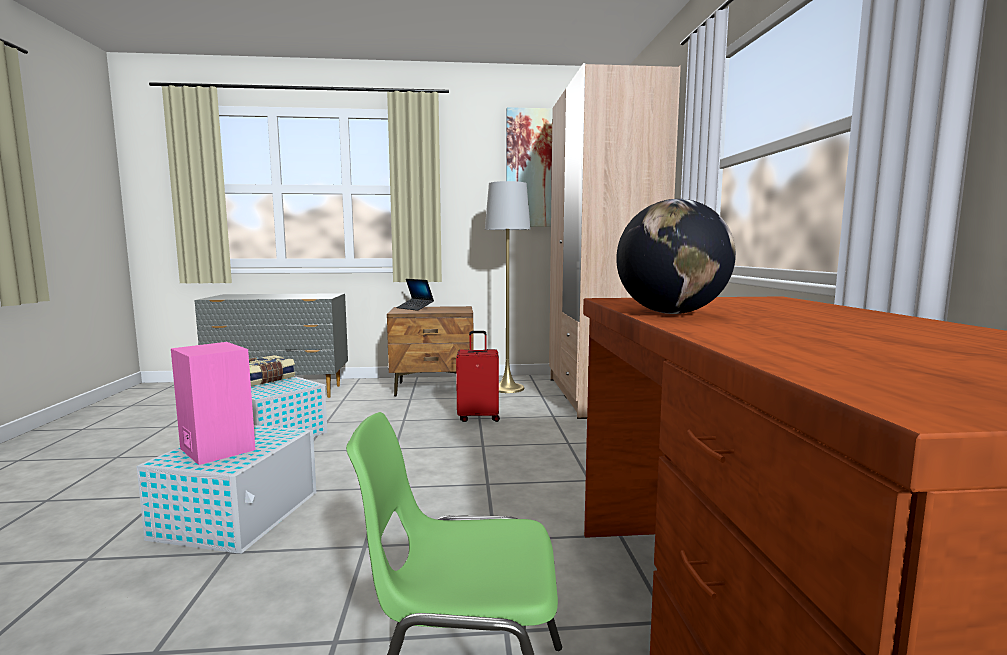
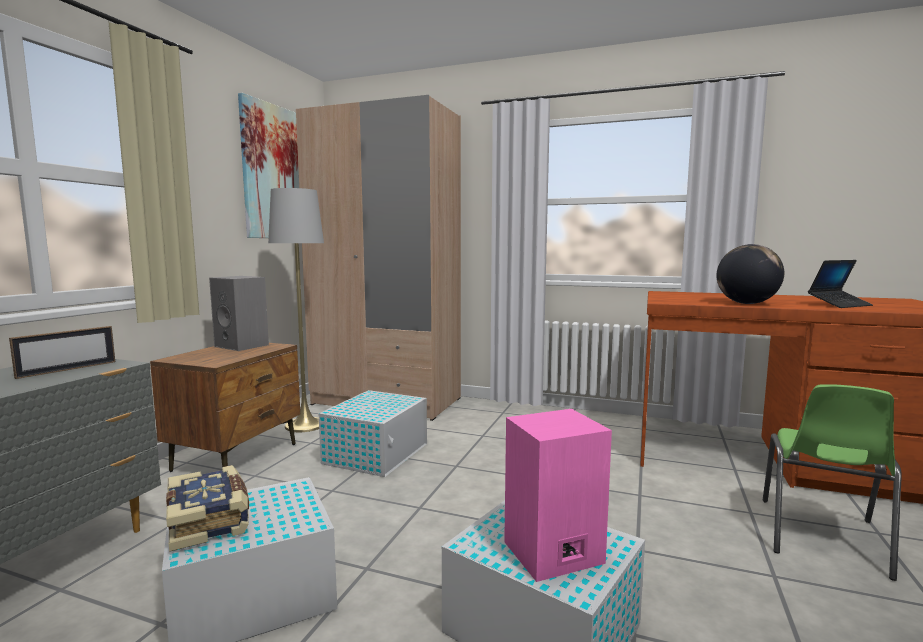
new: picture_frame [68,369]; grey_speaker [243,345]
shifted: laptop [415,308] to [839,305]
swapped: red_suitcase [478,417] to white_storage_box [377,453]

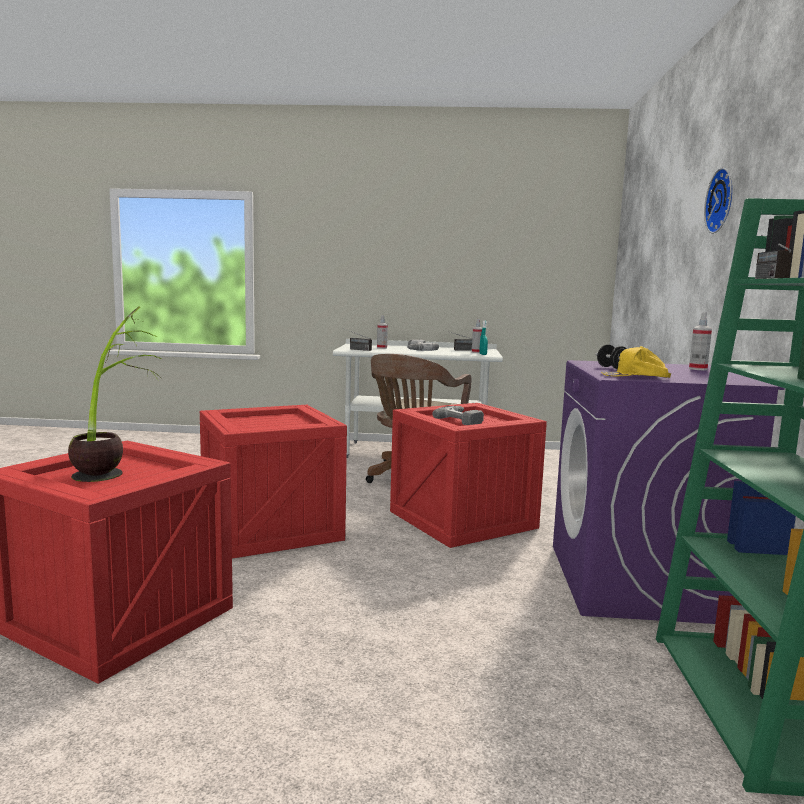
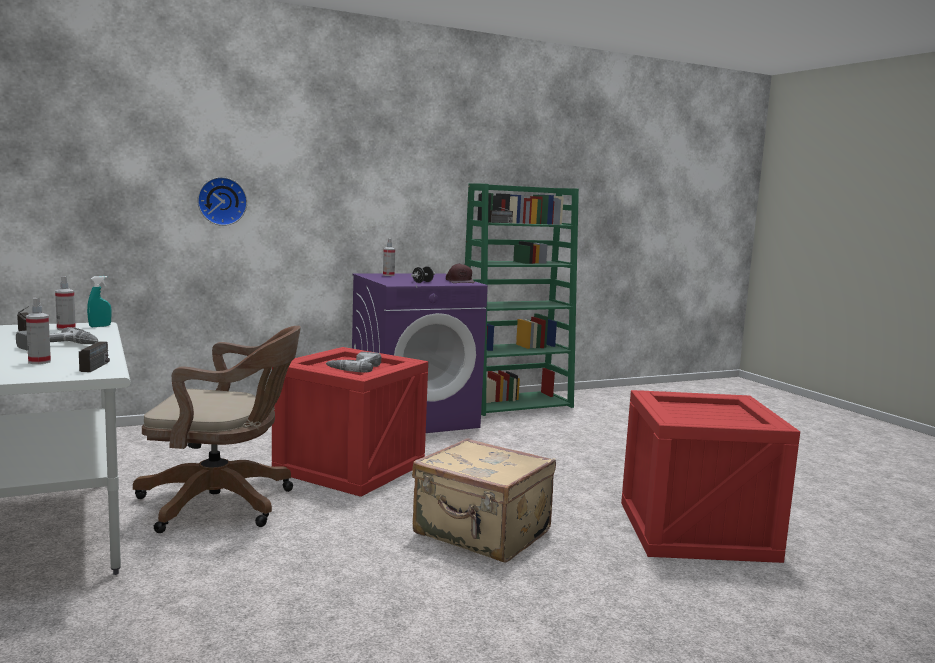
gone: potted_plant [115,467]
shifted: wall_clock [723,201] to [222,201]
swapped: crate [269,529] to beige_suitcase [481,534]
repainted: yellow_cap [634,376] to brown_cap [459,281]

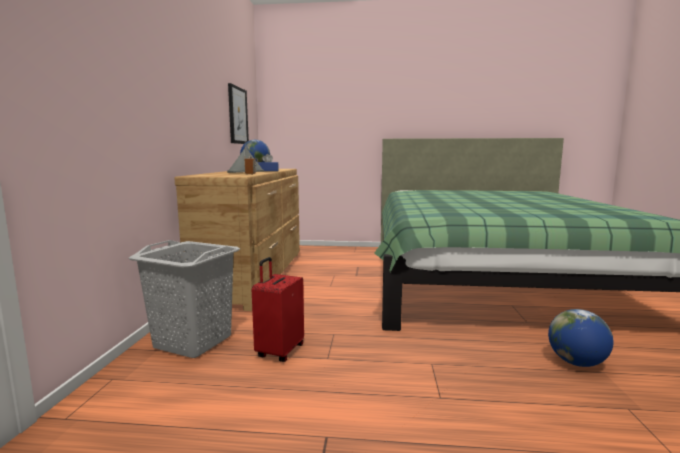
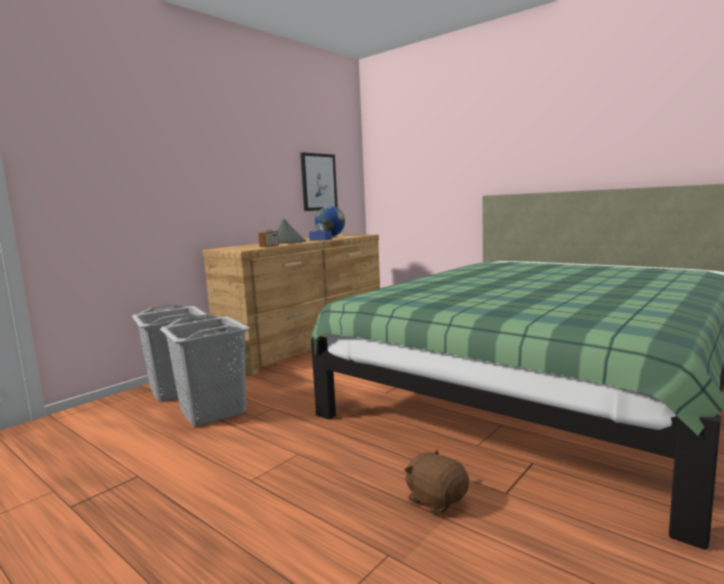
swapped: red_suitcase [279,351] to grey_laundry_basket [213,411]; globe [576,363] to brown_plush_toy [436,499]

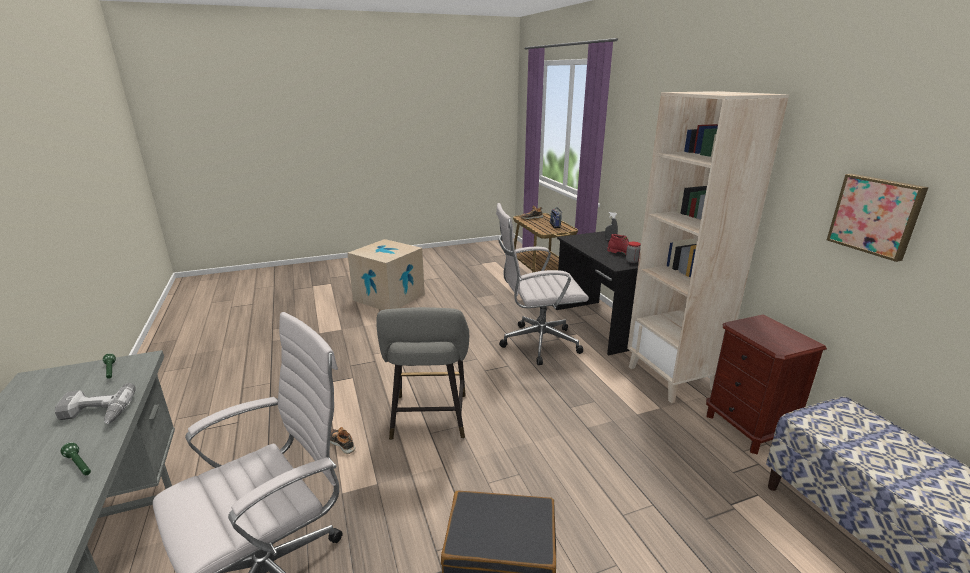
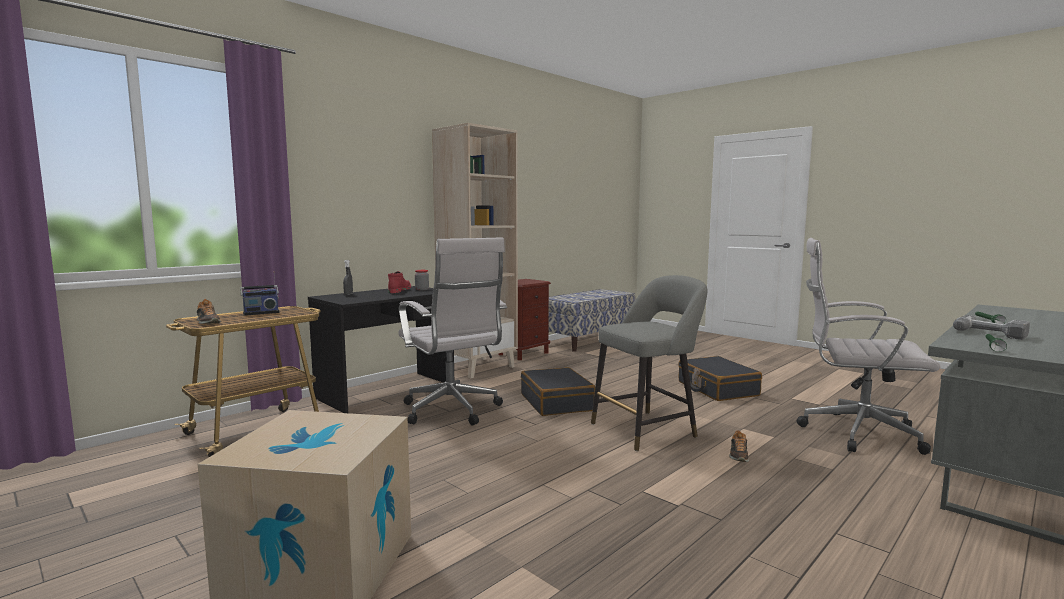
gone: picture [876,215]
new: black_suitcase [557,402]

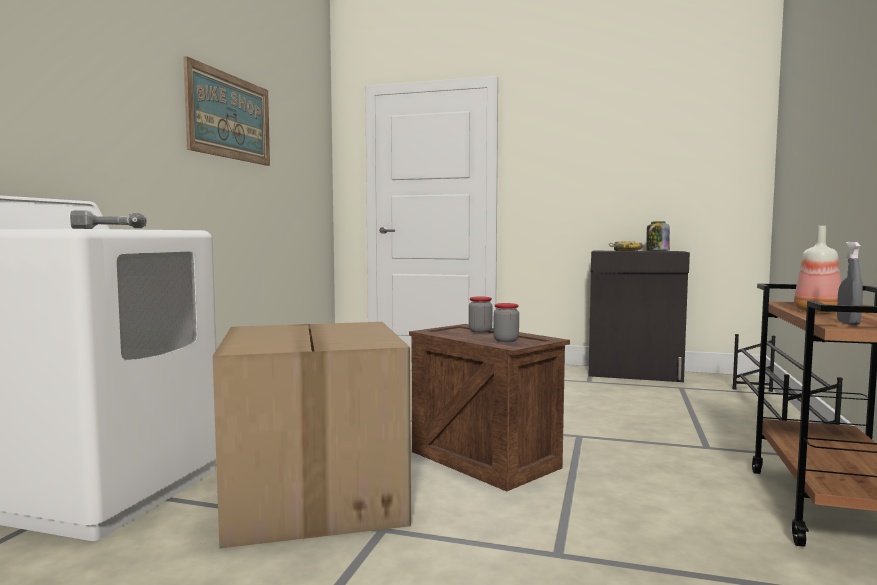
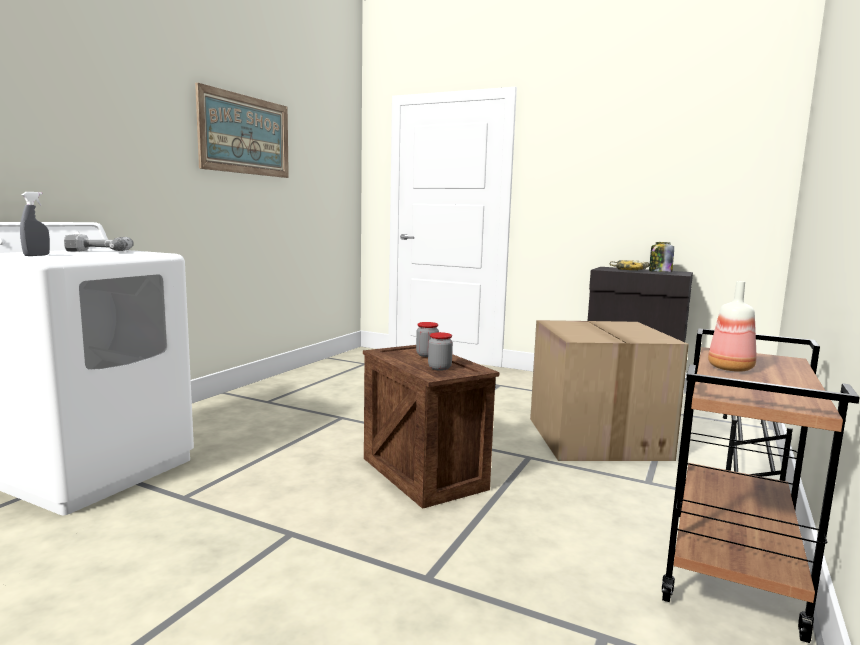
shifted: grey_spray_bottle [848,323] to [37,255]; cardboard_box [311,496] to [594,437]

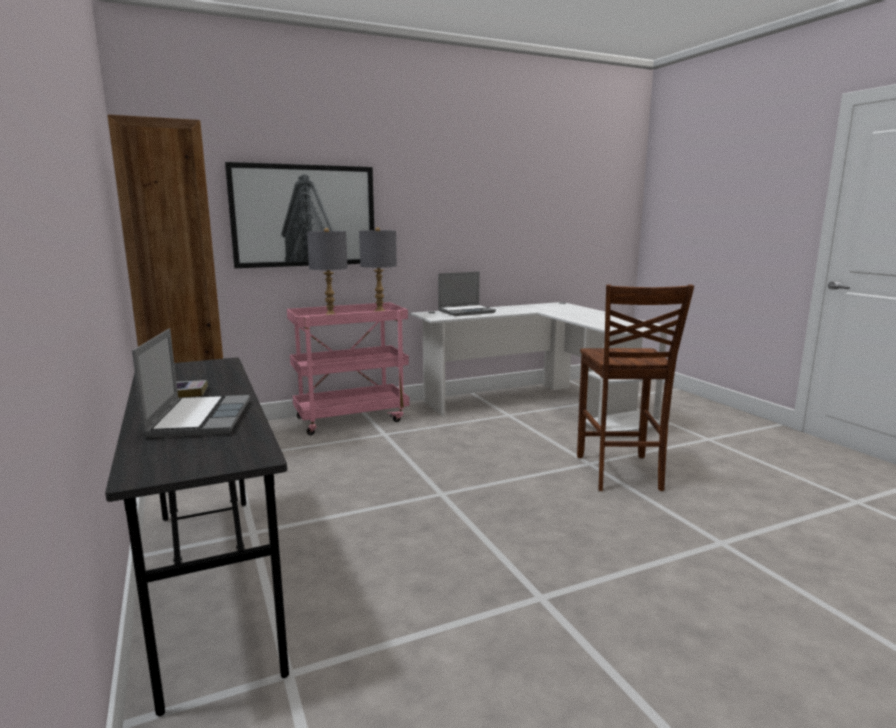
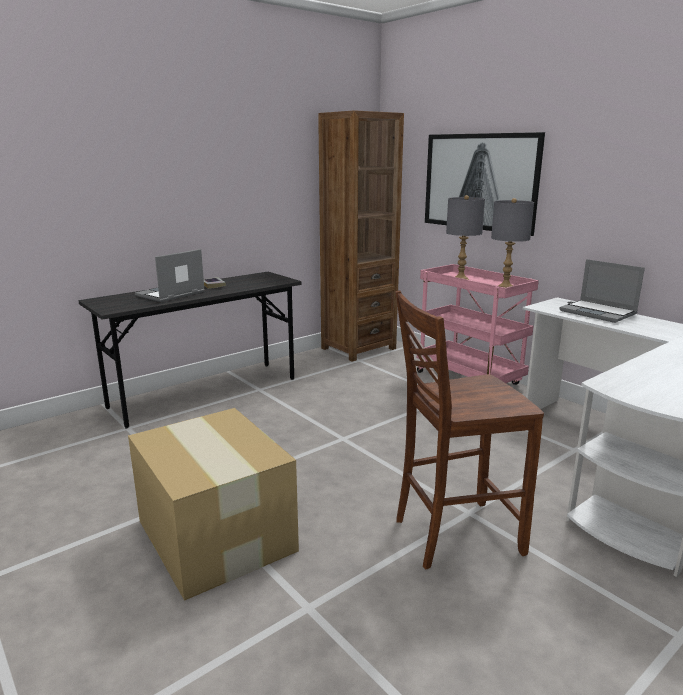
new: cardboard_box [216,534]
rotated: laptop [199,418] = [170,294] 150 degrees clockwise

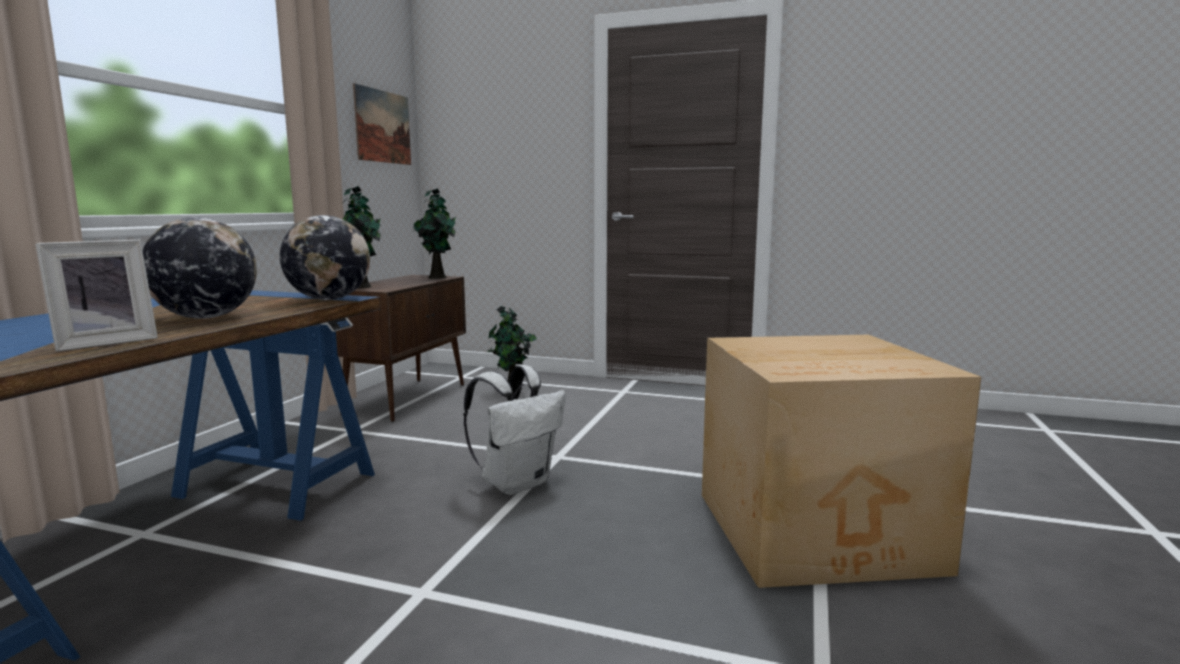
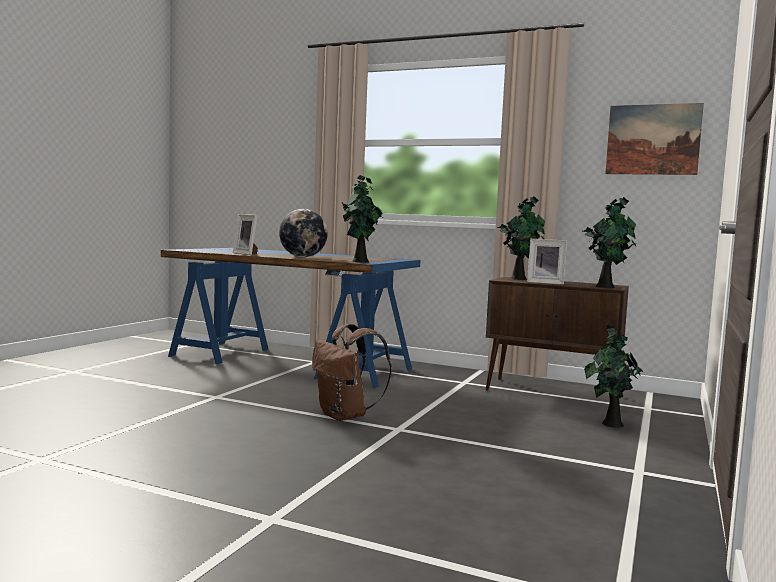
gone: cardboard_box [818,532]
new: picture_frame [545,283]
swapped: globe [329,299] to potted_plant [360,262]
repainted: white_backpack [517,483] to brown_backpack [345,416]

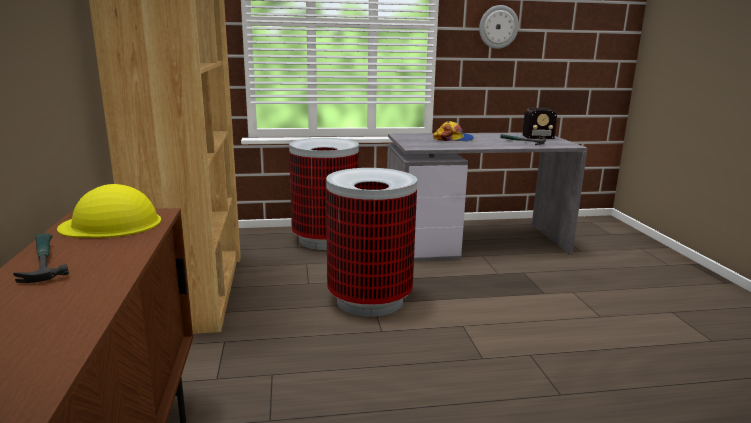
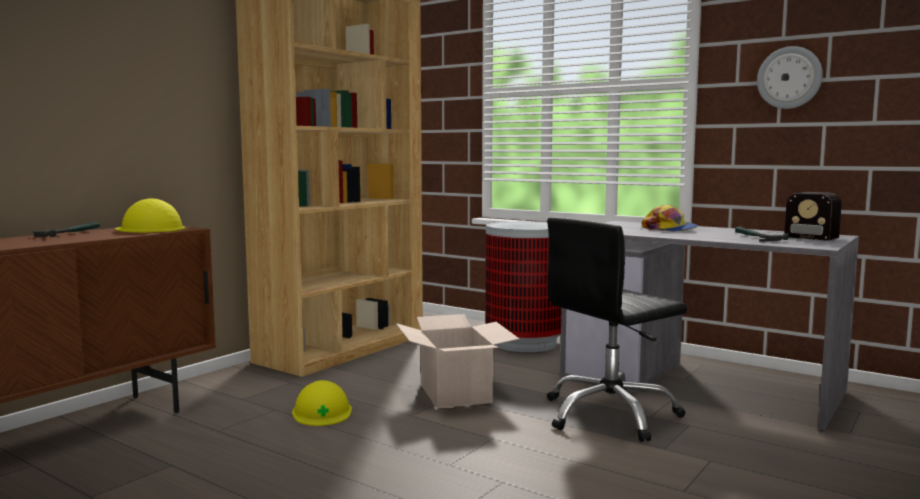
new: yellow_hard_hat [322,412]; black_office_chair [610,415]
swapped: trash_can [369,300] to cardboard_box [454,393]

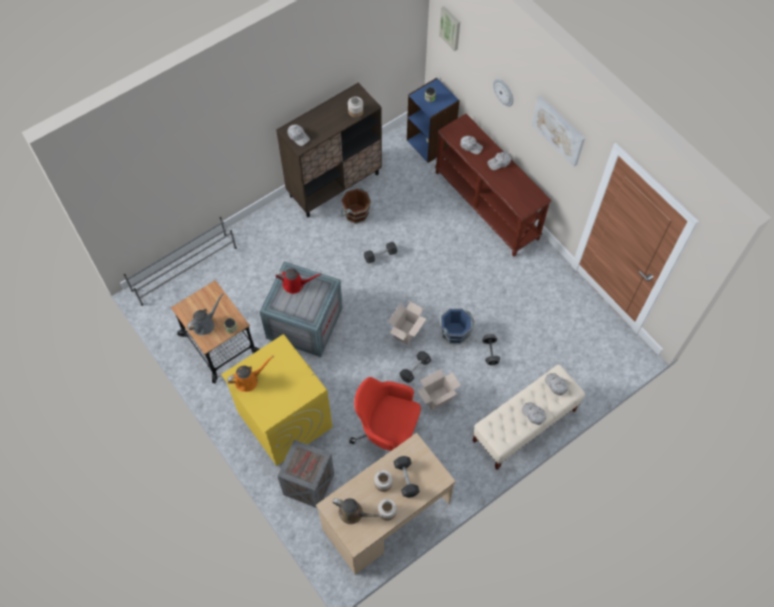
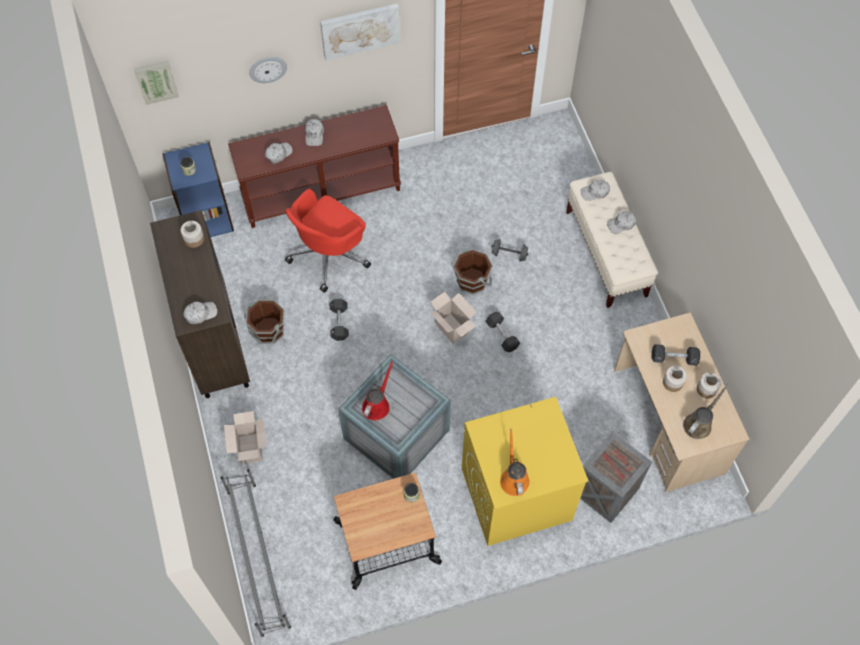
gone: grey_watering_can [205,324]
shifted: cardboard_box [437,397] to [249,448]; red_office_chair [387,433] to [329,255]
repainted: blue_bucket [455,333] to brown_bucket [472,280]

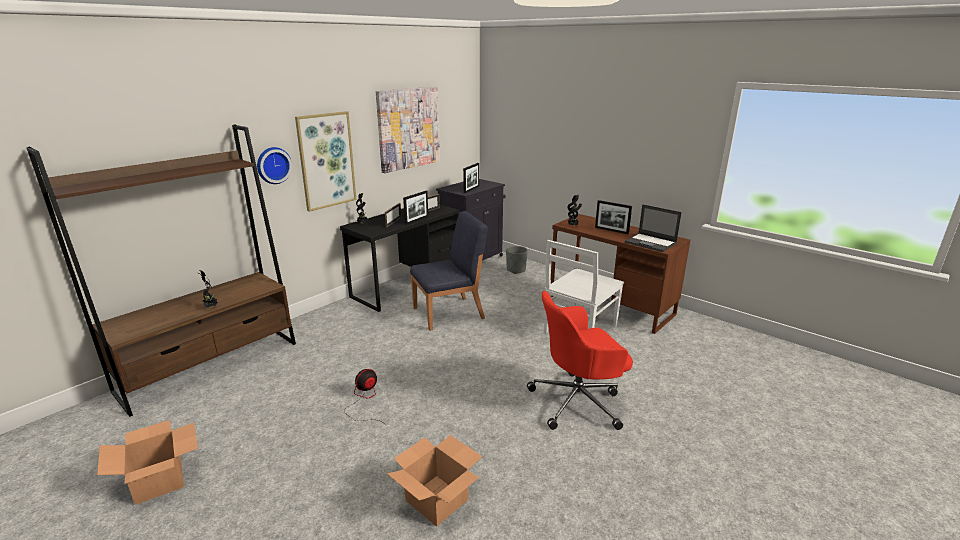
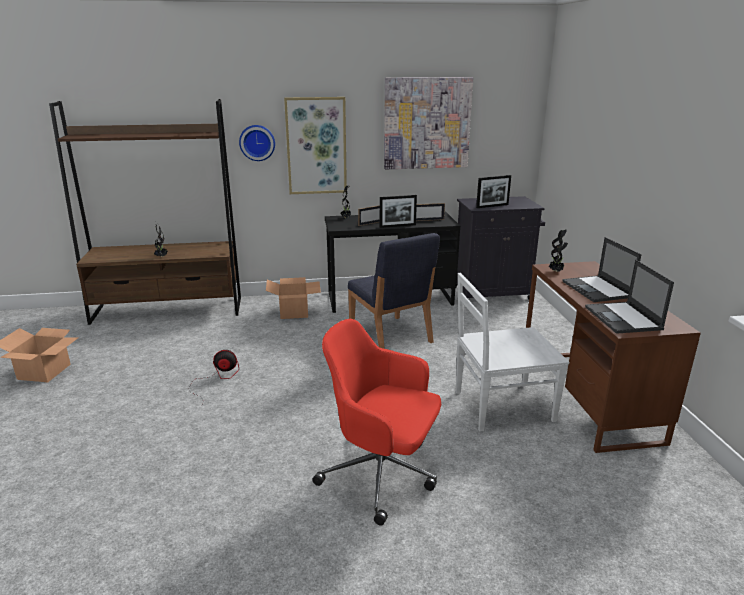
gone: grey_planter [516,270]
shifted: cardboard_box [436,500] to [294,312]
swapped: picture_frame [611,230] to laptop [597,289]
rotated: blue_chair [449,313] = [390,336] 45 degrees clockwise

